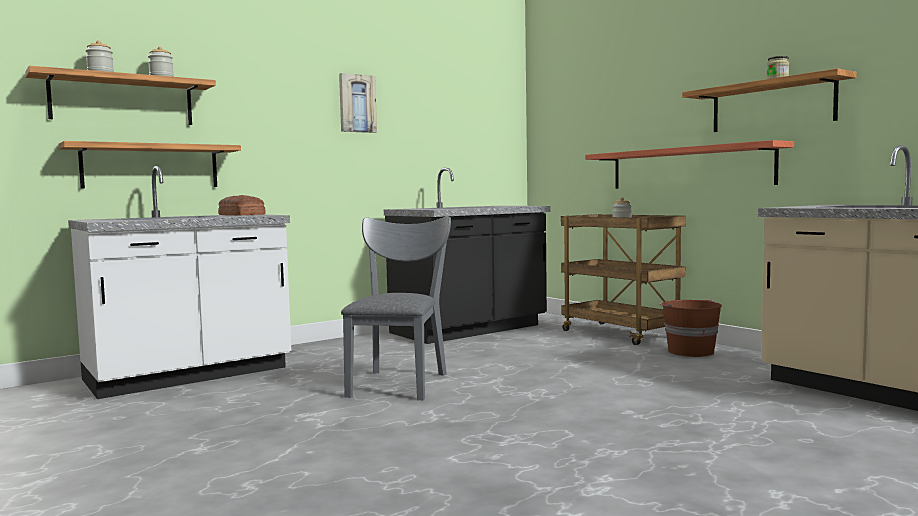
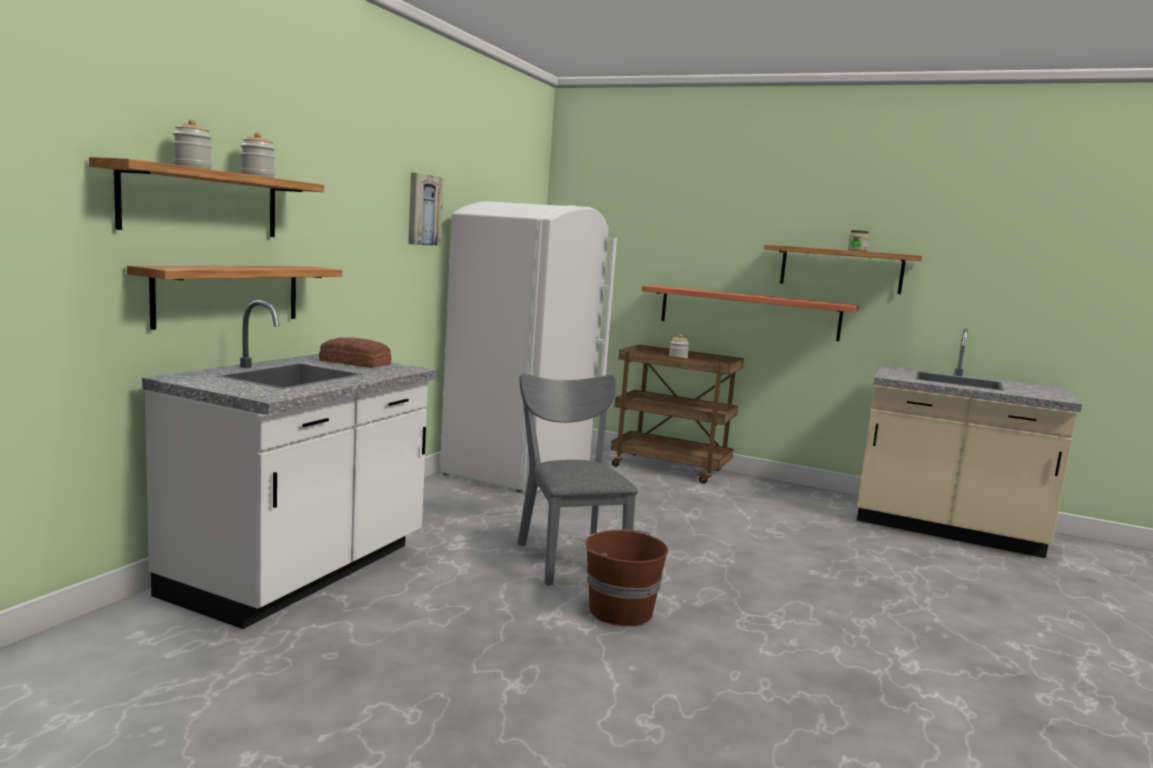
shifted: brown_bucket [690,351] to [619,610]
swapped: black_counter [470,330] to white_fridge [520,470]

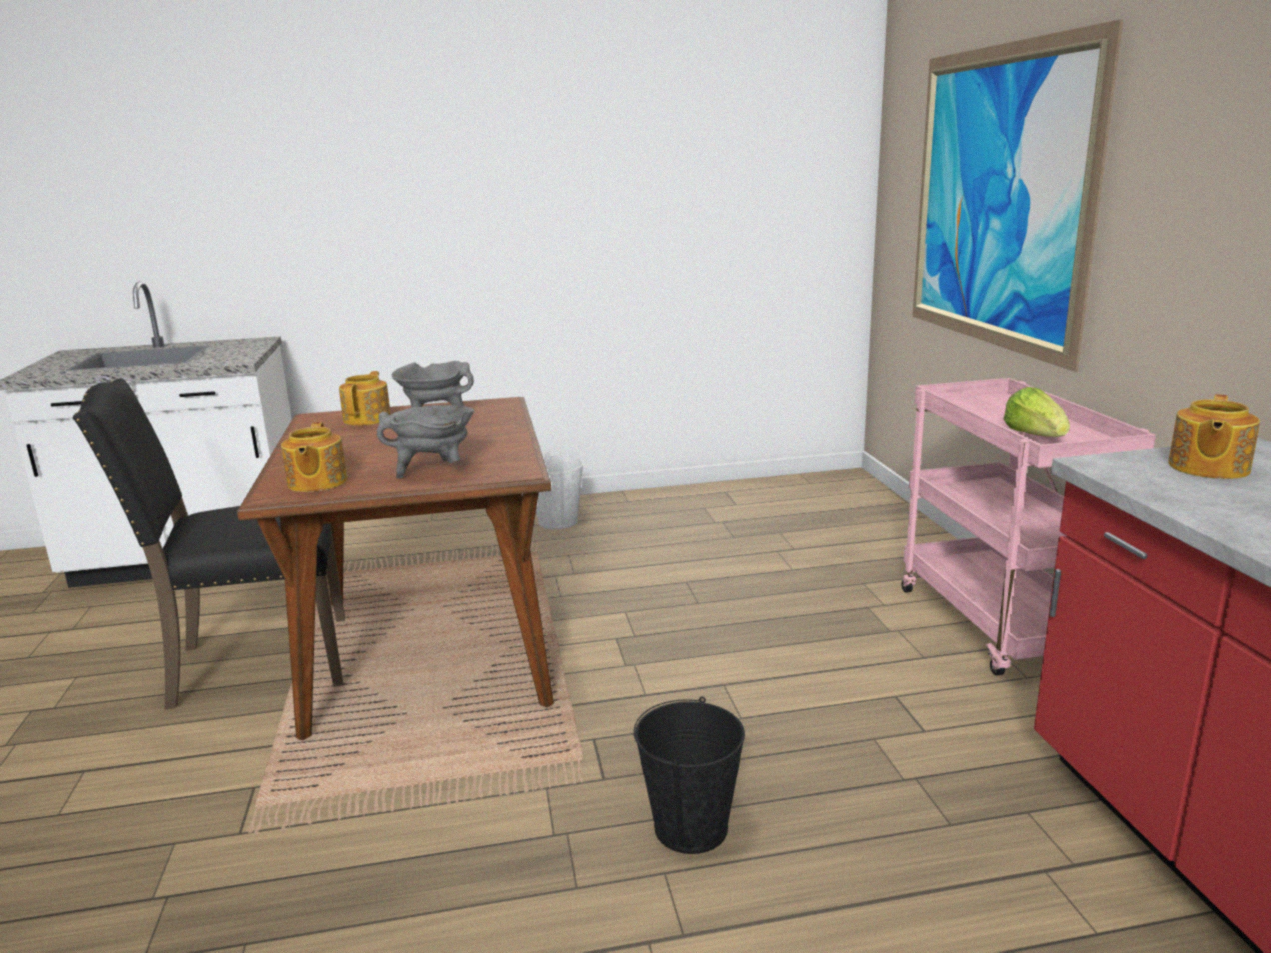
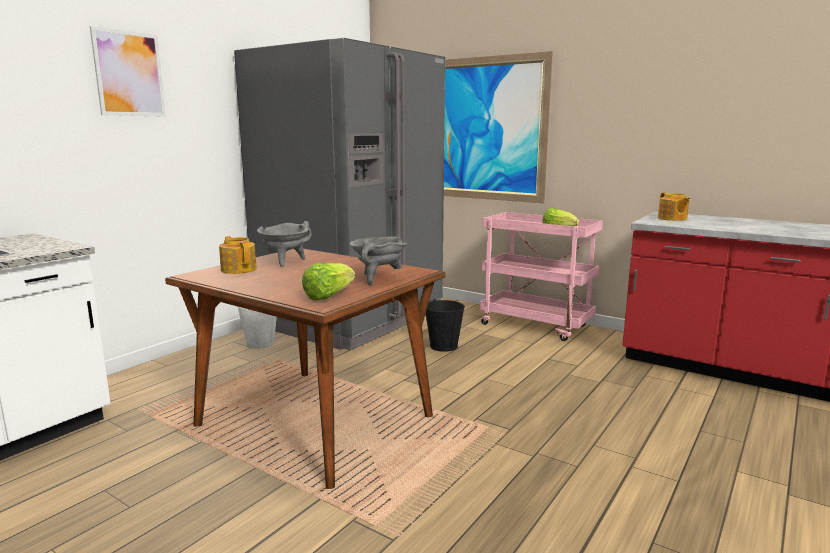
gone: black_chair [256,664]
new: picture [129,74]; grey_fridge [351,318]
shifted: black_bucket [691,827] to [444,346]
swapped: teapot [316,483] to lettuce [328,296]

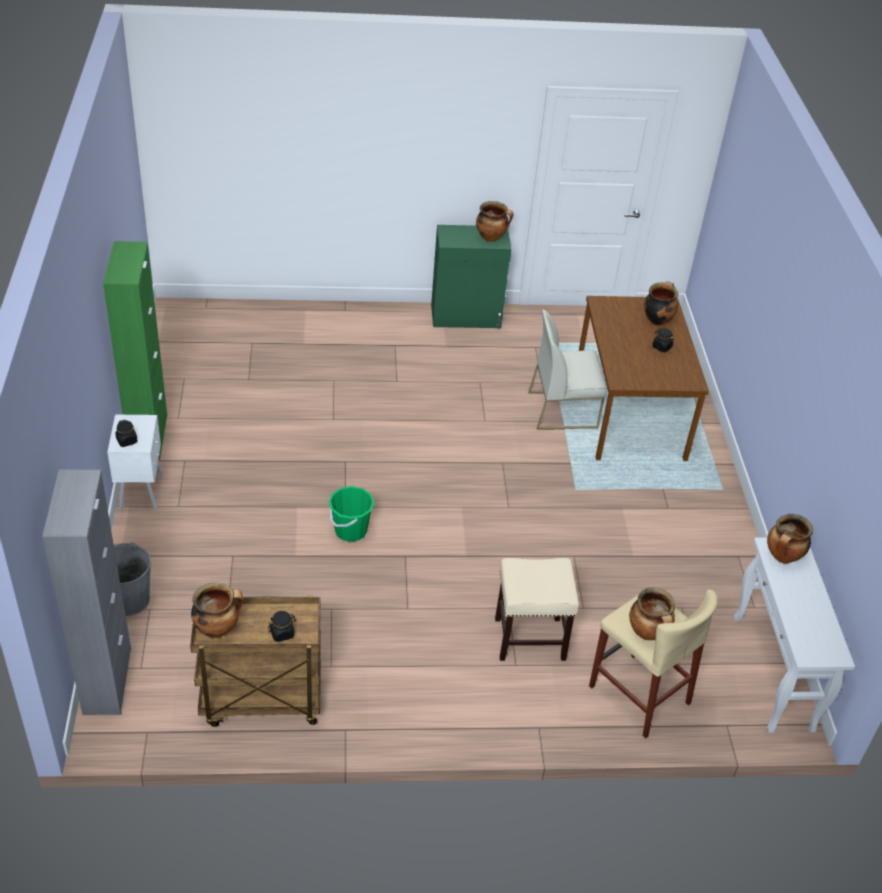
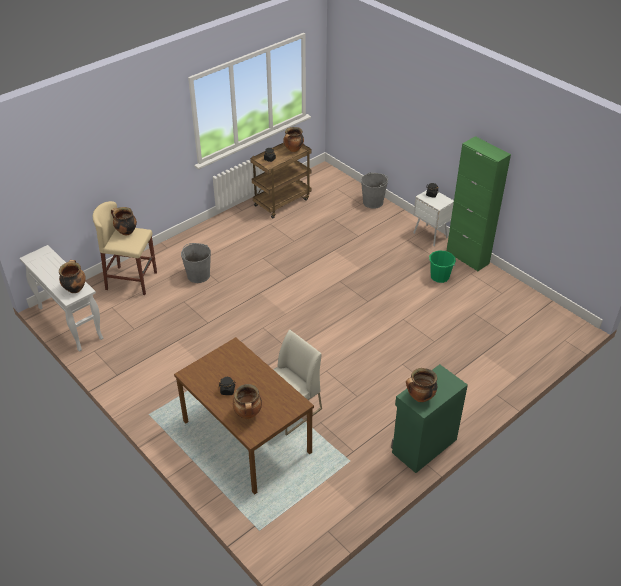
gone: grey_cabinet [107,680]
shifted: green_bucket [350,530] to [439,277]
swapped: beige_stool [528,639] to grey_bucket [198,275]

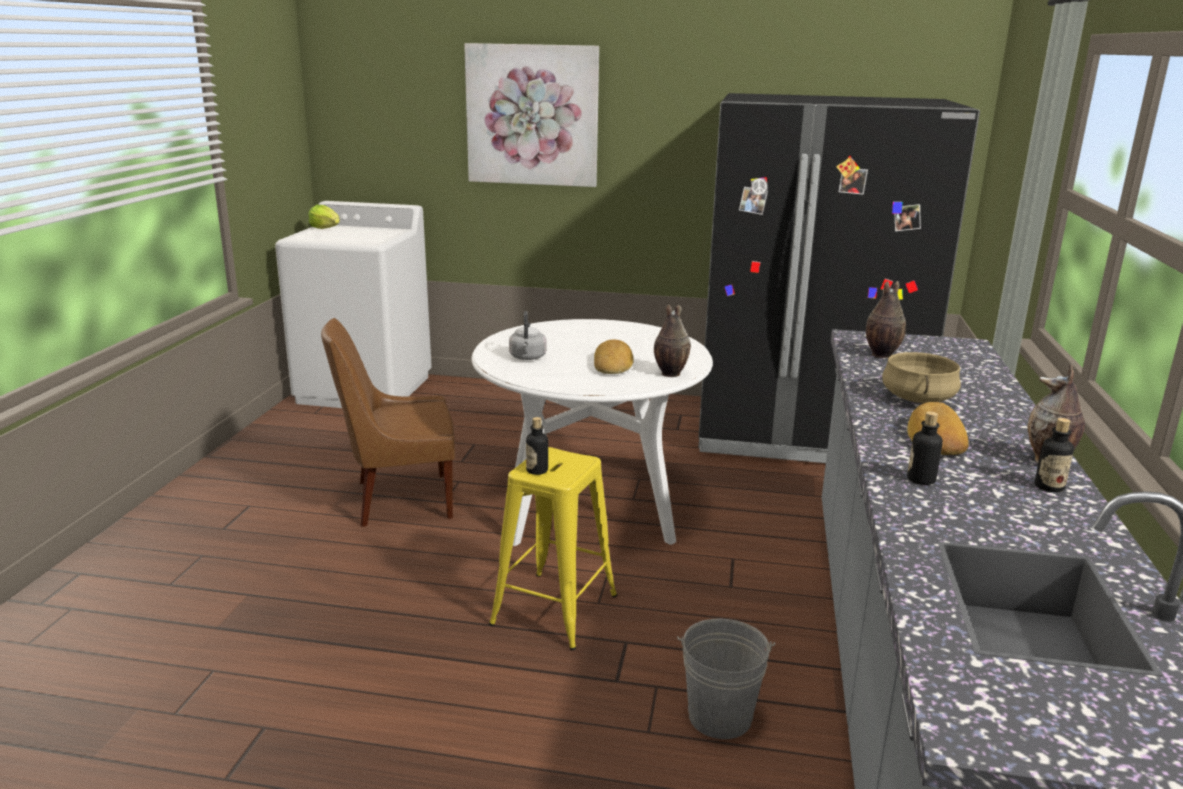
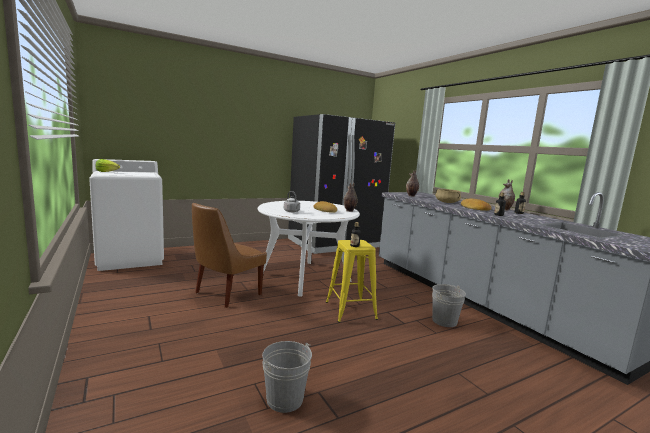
gone: picture [532,115]
new: grey_bucket [284,399]

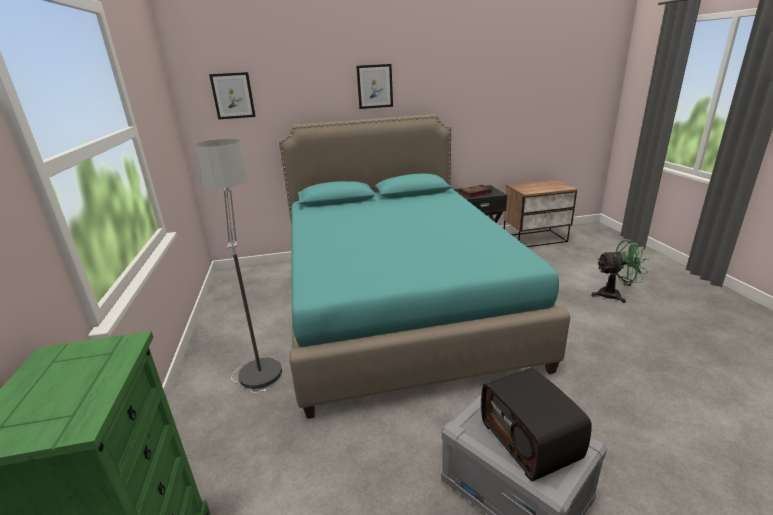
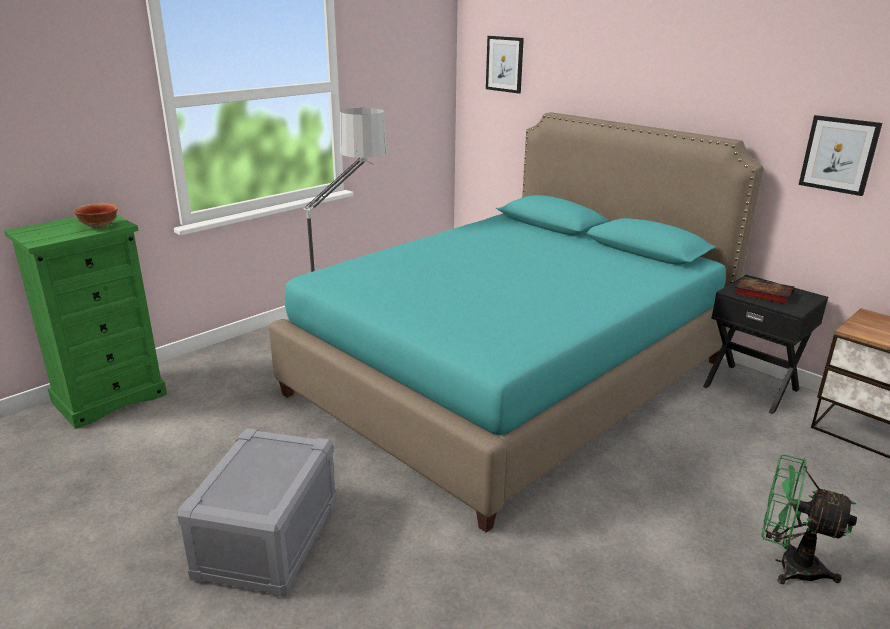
gone: radio [531,440]
new: bowl [100,226]
shifted: picture [375,86] to [839,155]
rotated: green_fan [614,295] = [787,564] 150 degrees clockwise

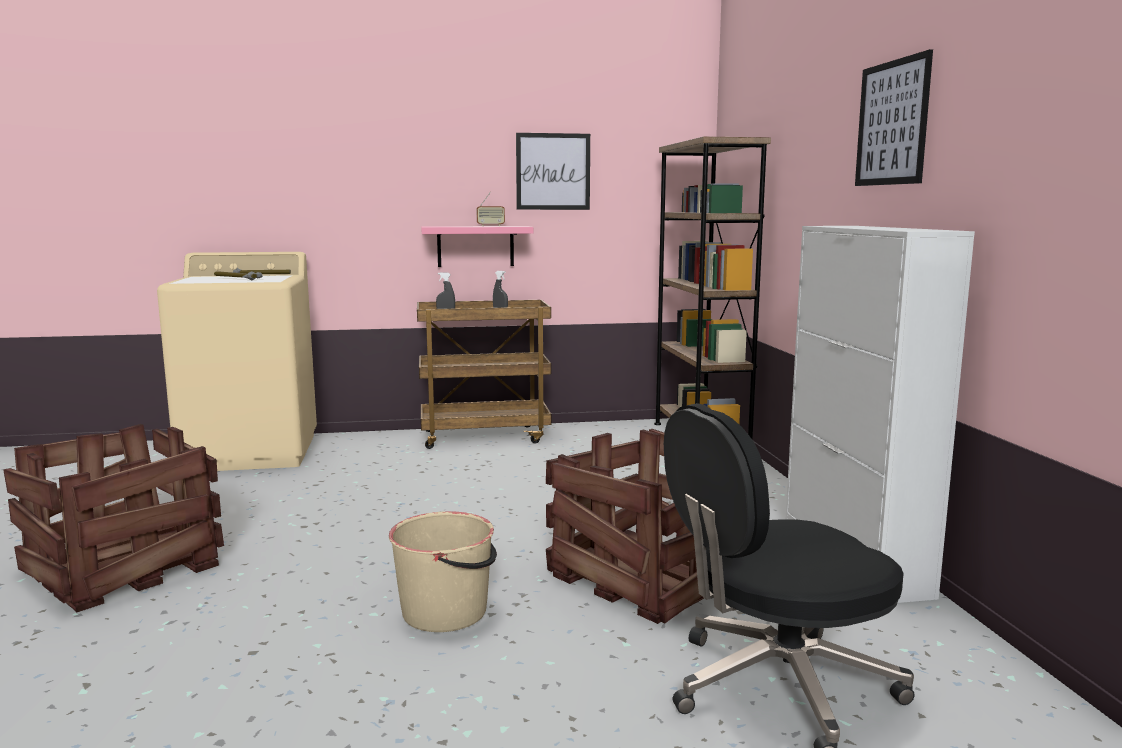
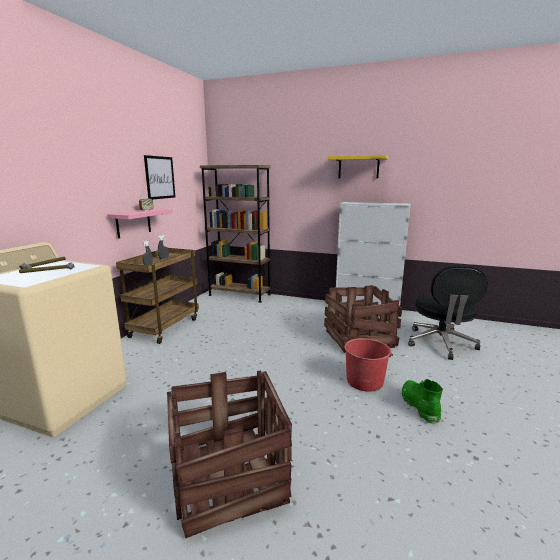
new: green_boot [419,406]
swapped: picture [892,123] to yellow_shelf [358,167]
repainted: beige_bucket [446,612] to red_bucket [364,381]

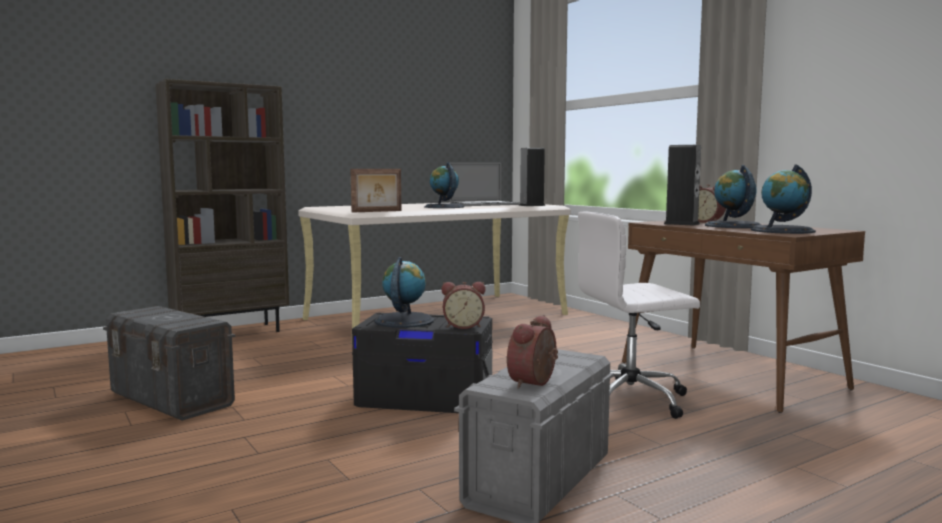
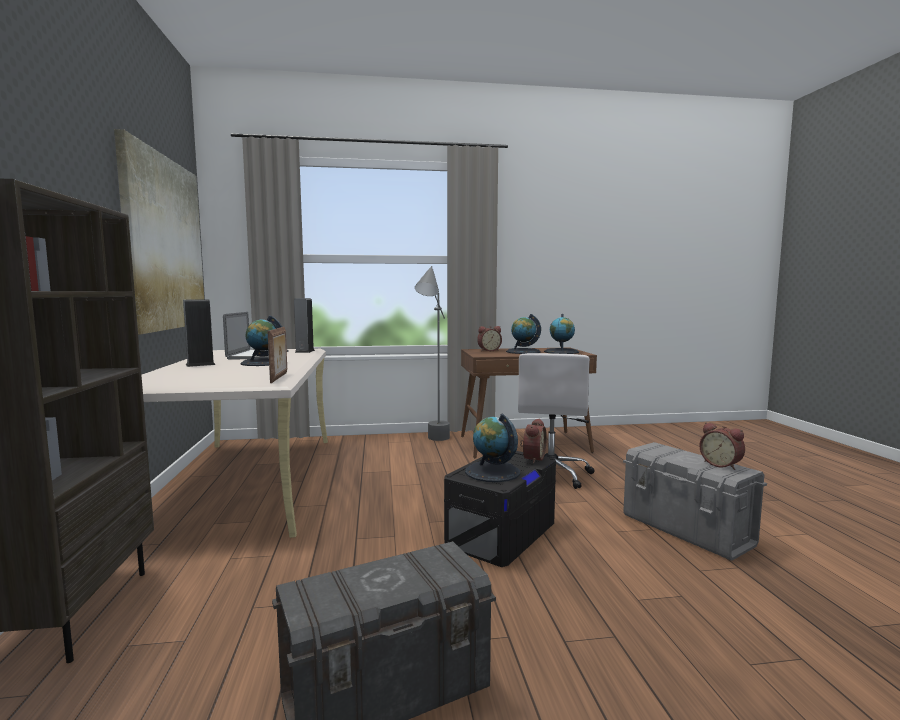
new: picture [164,243]; grey_floor_lamp [434,442]
shifted: speaker [681,224] to [200,364]

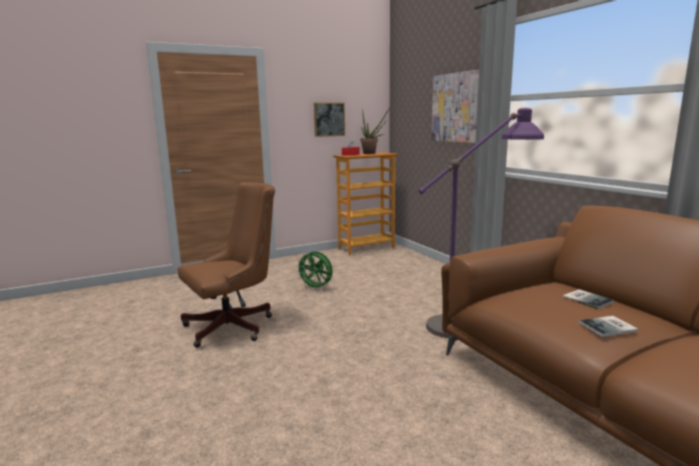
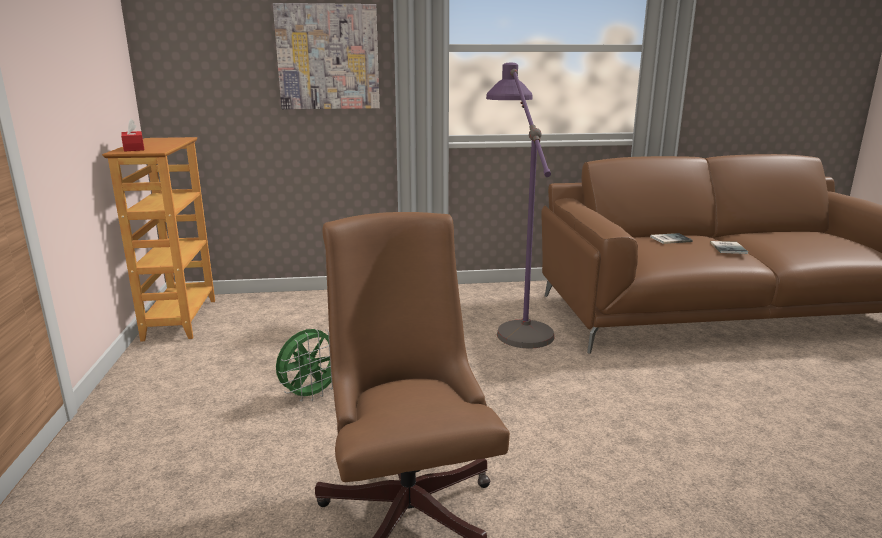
gone: picture [329,119]; potted_plant [372,153]

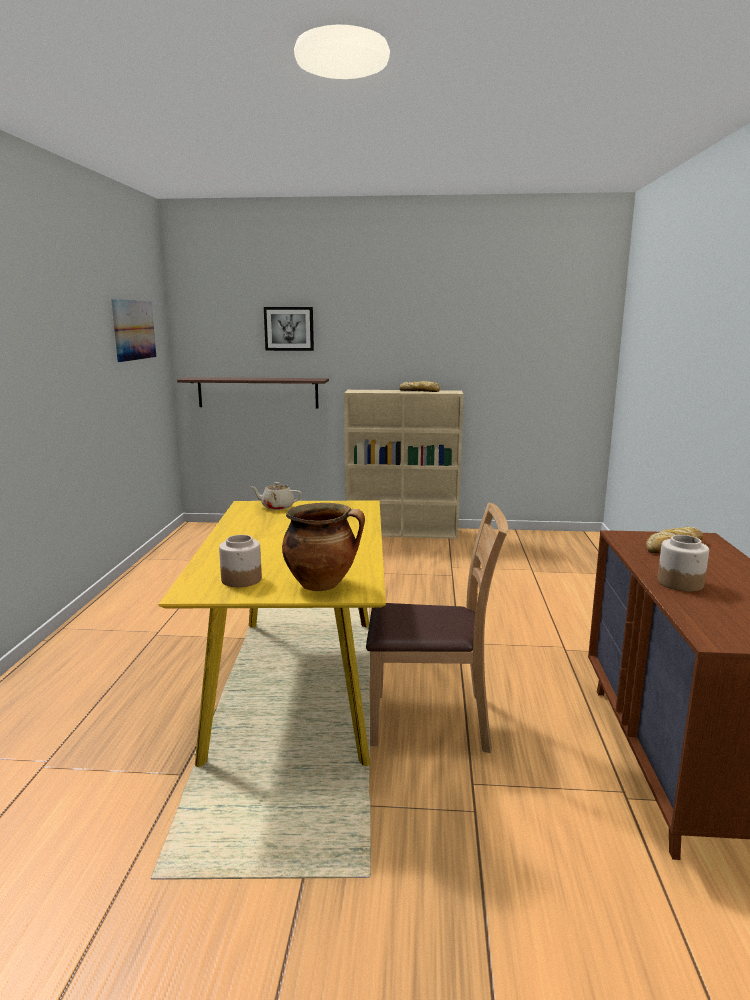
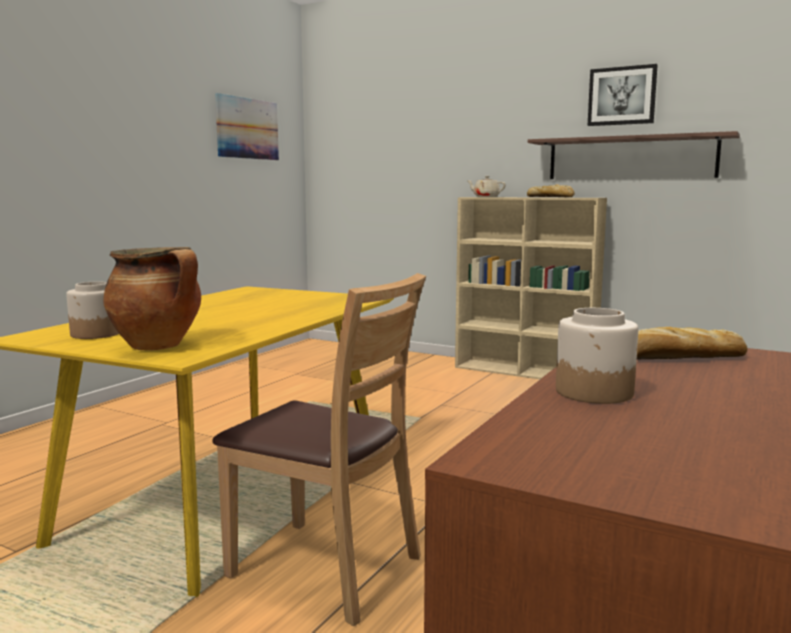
shifted: beige_teapot [277,507] to [485,197]; shelf [258,392] to [630,158]; picture [289,328] to [622,96]

